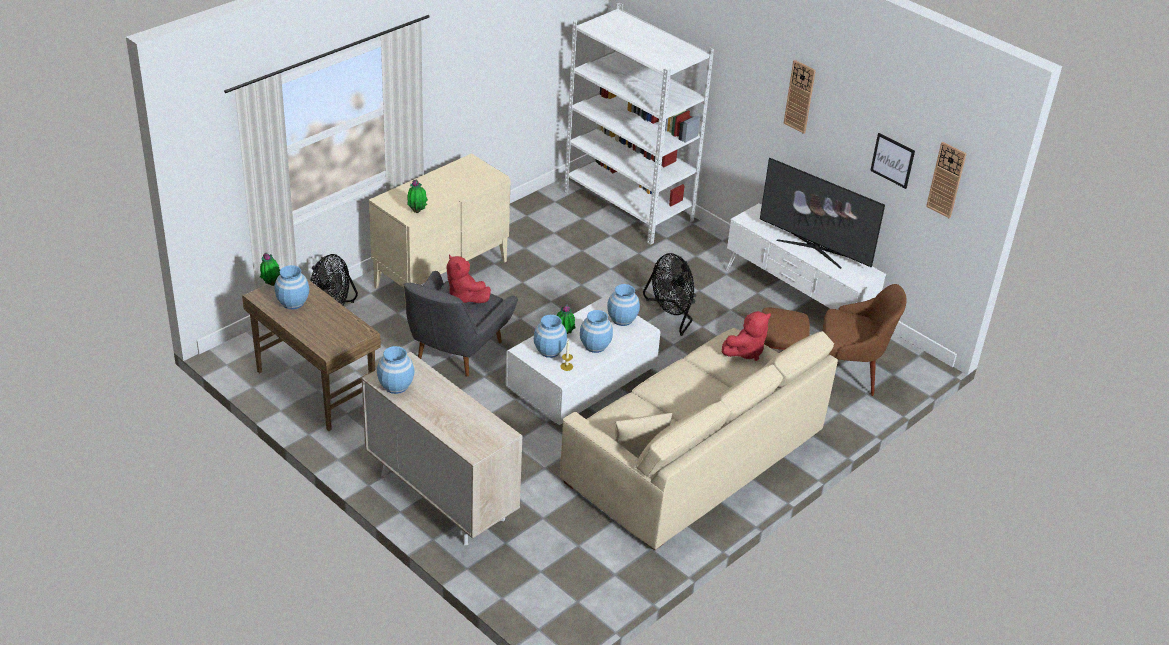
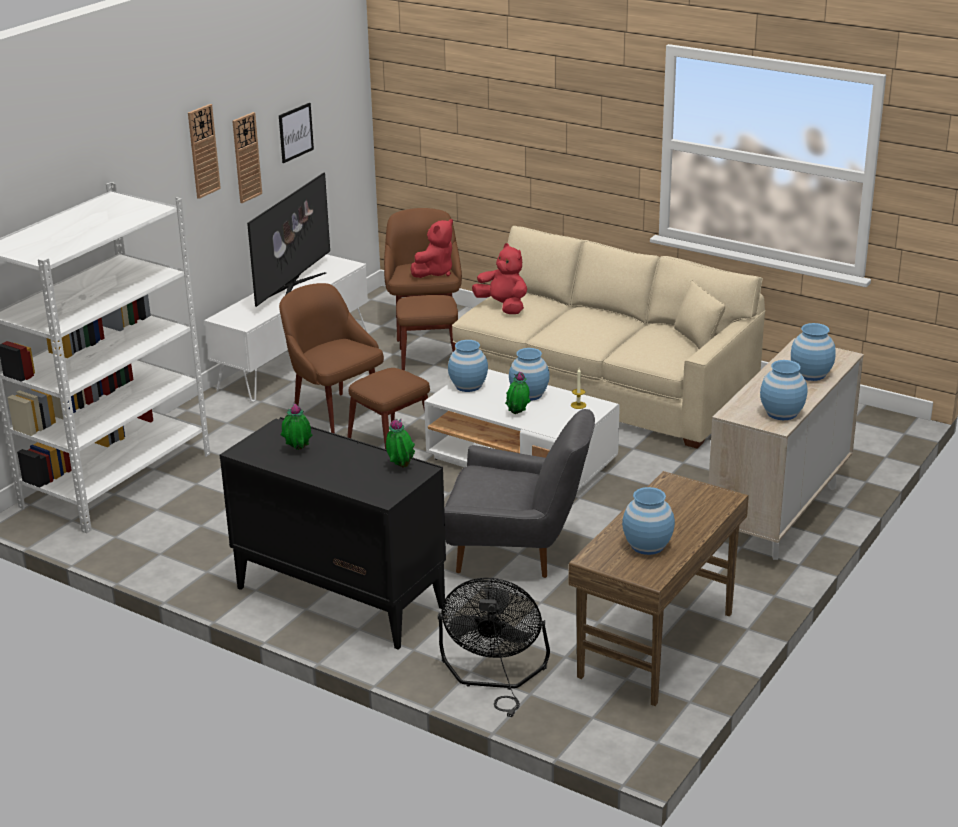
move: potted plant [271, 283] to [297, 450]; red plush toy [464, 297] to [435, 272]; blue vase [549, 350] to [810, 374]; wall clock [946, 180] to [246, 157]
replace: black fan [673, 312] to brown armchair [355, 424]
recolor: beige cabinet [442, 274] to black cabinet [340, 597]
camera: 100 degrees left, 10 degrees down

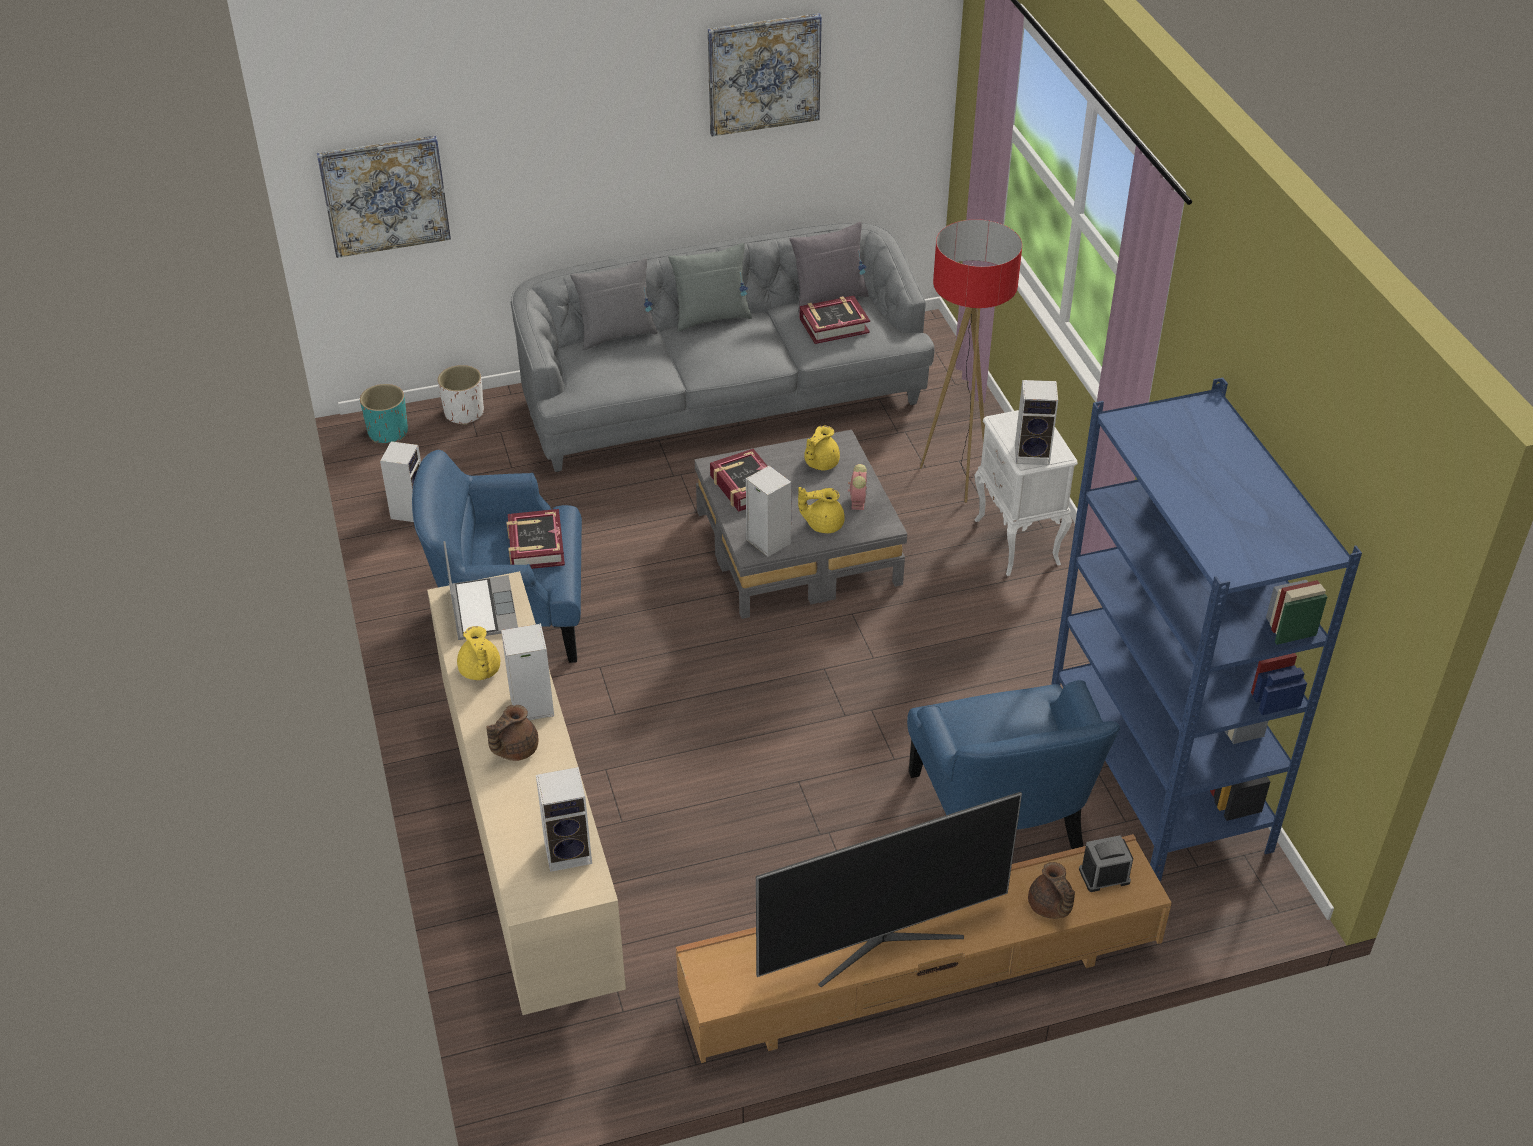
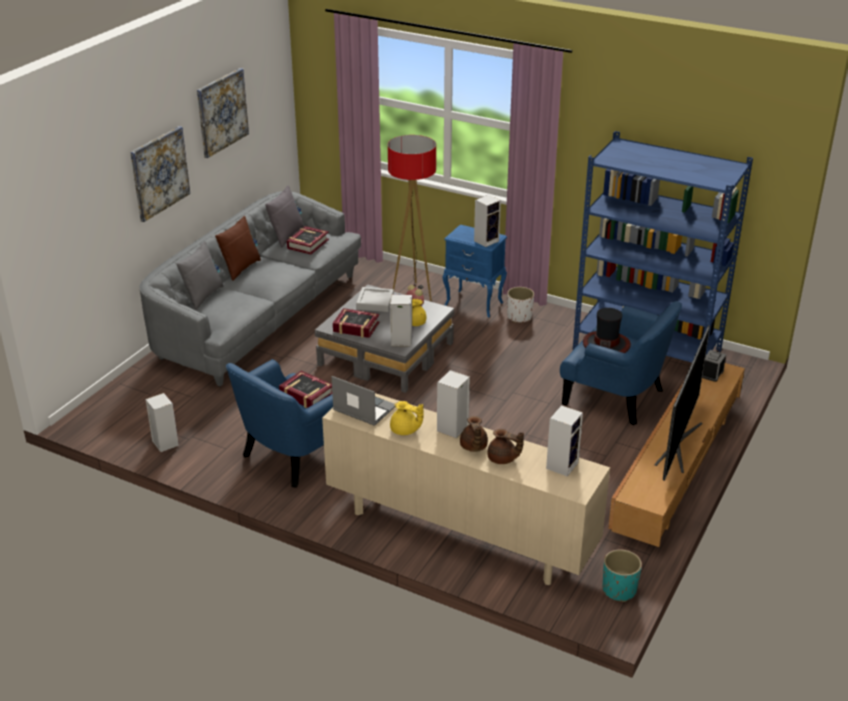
insert: hat [606, 344]
move: picture [385, 195] to [159, 173]; turquoise planter [388, 432] to [619, 589]; white planter [464, 413] to [519, 317]; brown teapot [1050, 907] to [503, 459]
replace: yellow teapot [820, 463] to grey tray [375, 302]
recolor: grey pillow [711, 319] to brown pillow [240, 269]; white nightstand [1017, 542] to blue nightstand [474, 304]
camera: 45 degrees left, 10 degrees down

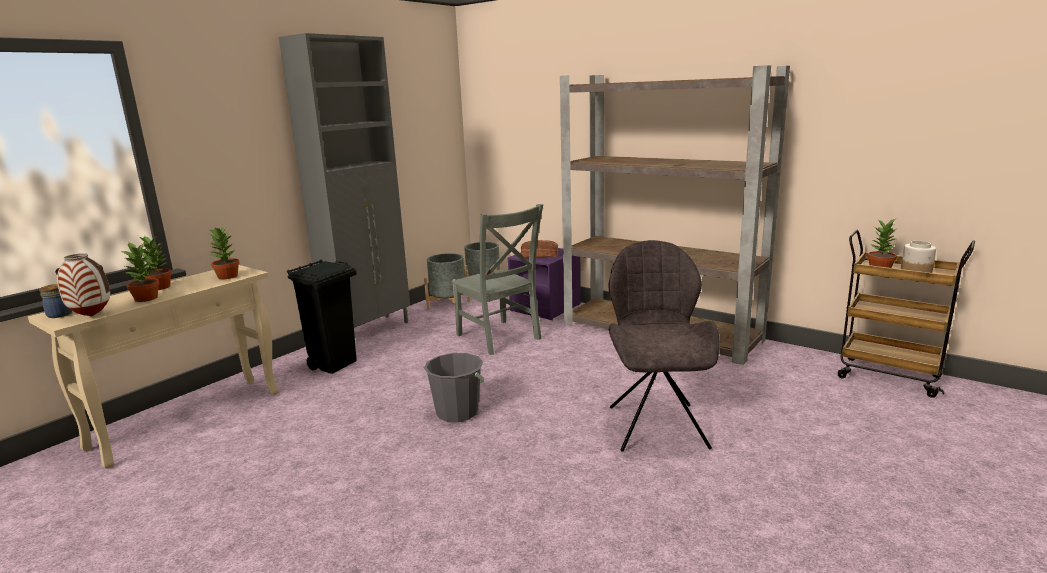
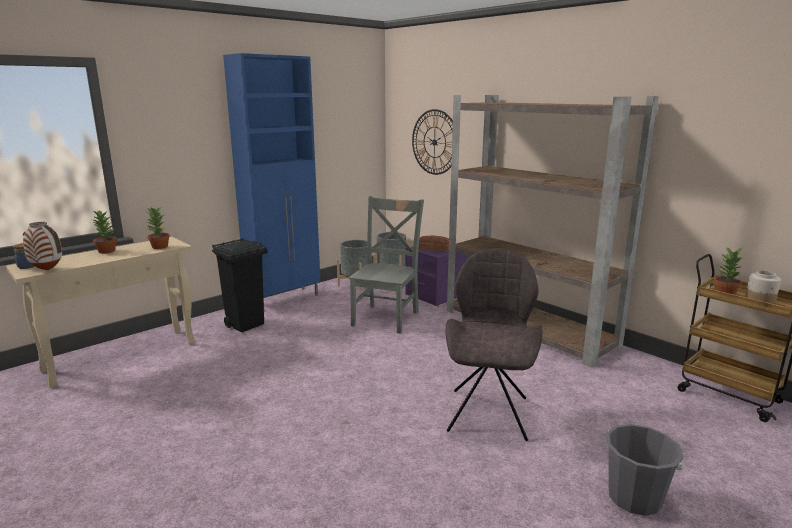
delete: potted plant [146, 298]
insert: wall clock [434, 142]
move: grey bucket [457, 412] to [634, 498]
recolor: grey cabinet [370, 331] to blue cabinet [285, 299]
rotate: grey chair [499, 338] = [387, 317] 135 degrees counterclockwise
camera: 10 degrees right, 0 degrees up

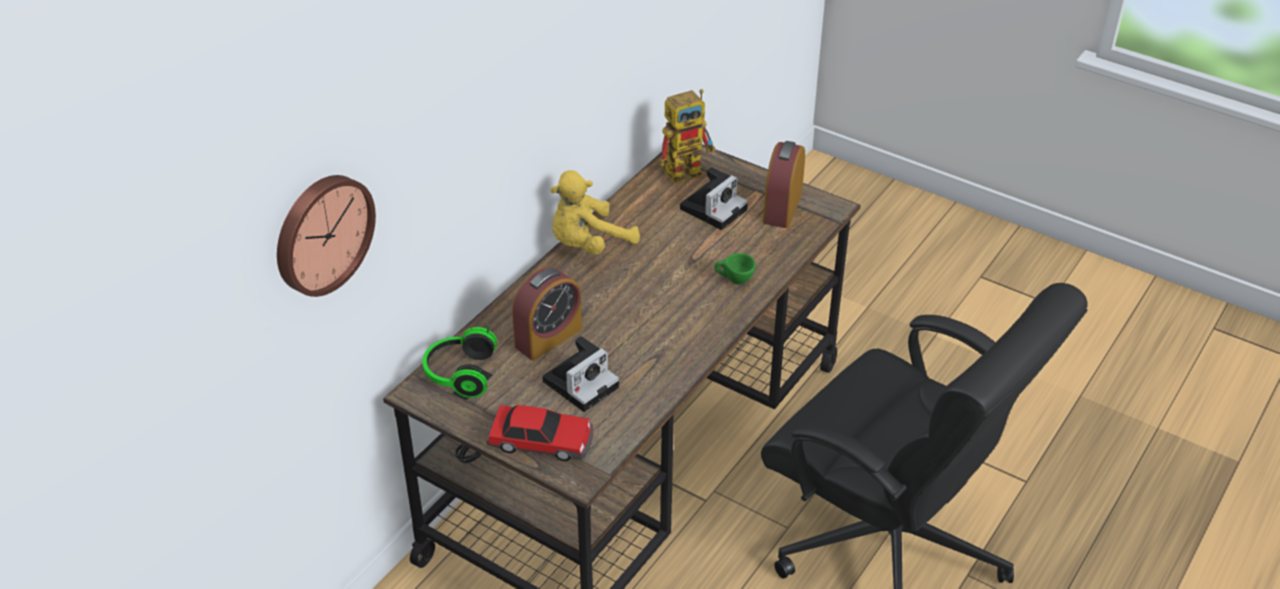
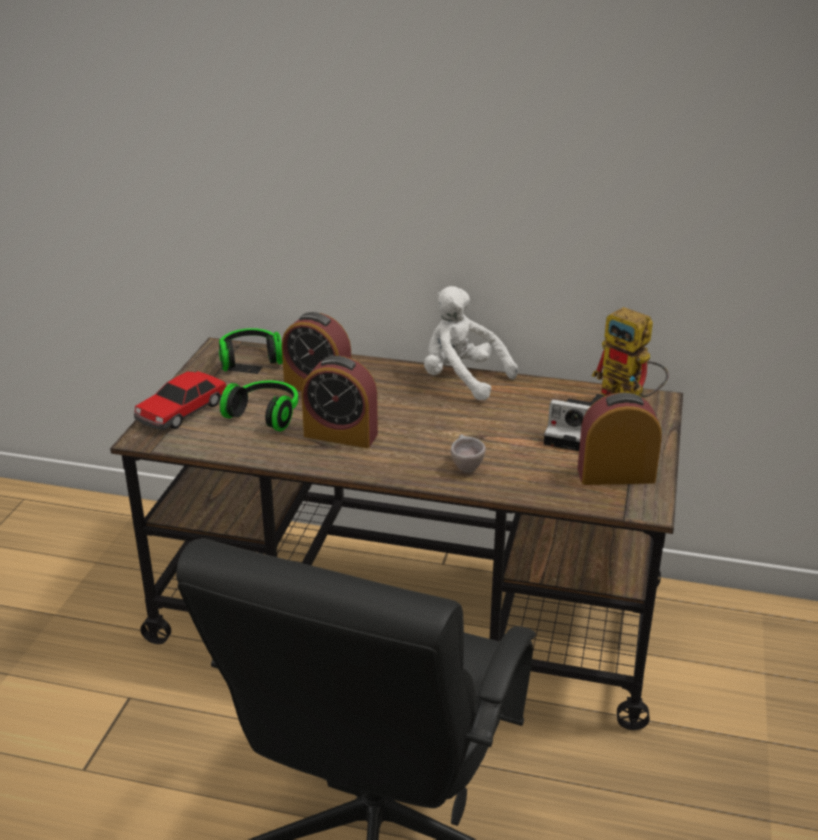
delete: wall clock [321, 233]
insert: alarm clock [340, 435]
replace: photo camera [582, 382] to headphones [266, 414]
recolor: yellow plush toy [588, 244] to white plush toy [462, 379]; green cup [734, 281] to beige cup [465, 466]
rotate: toy car [542, 441] = [181, 411] 45 degrees clockwise
camera: 70 degrees right, 10 degrees down

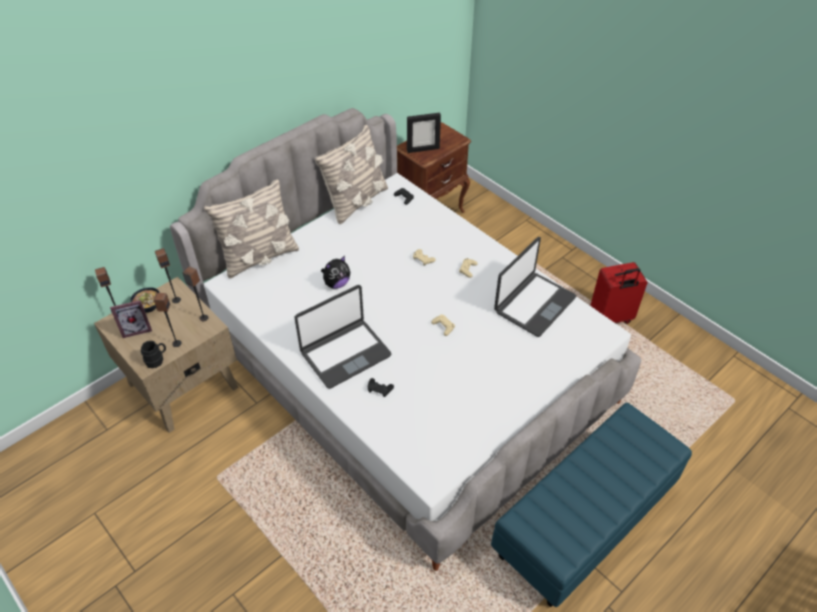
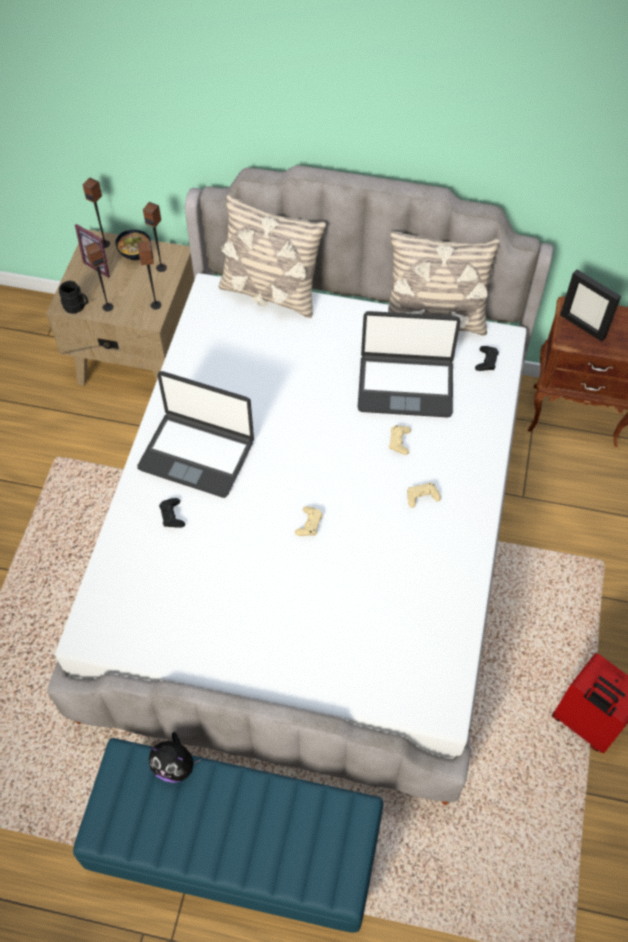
move: plush toy [336, 283] to [175, 765]; laptop [534, 304] to [405, 385]
camera: 55 degrees right, 10 degrees up

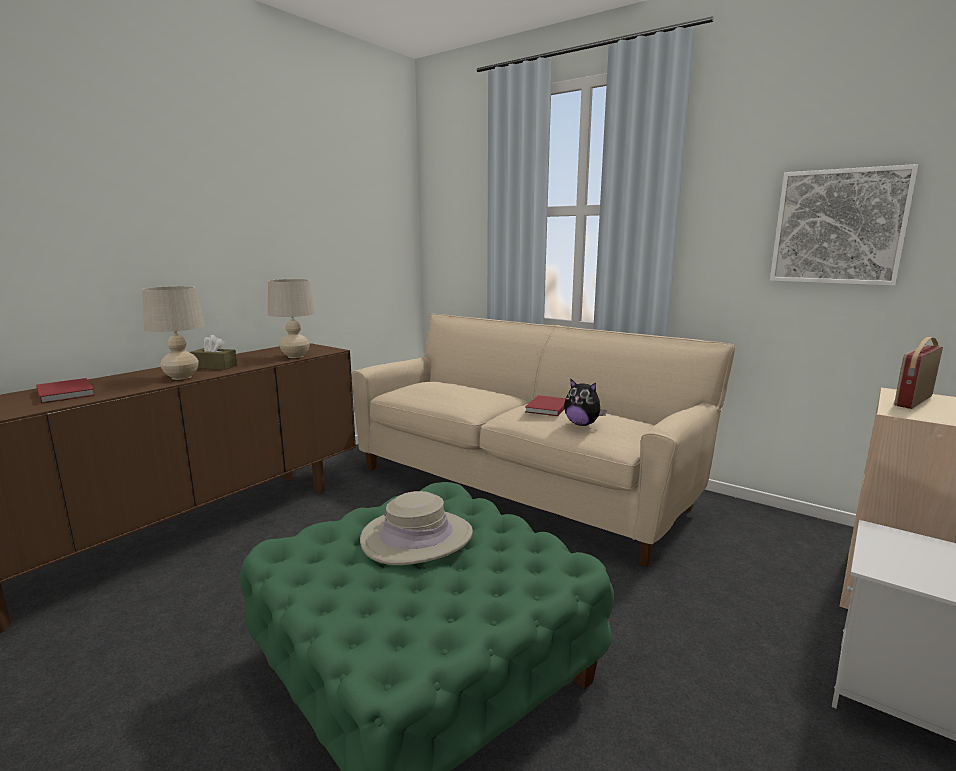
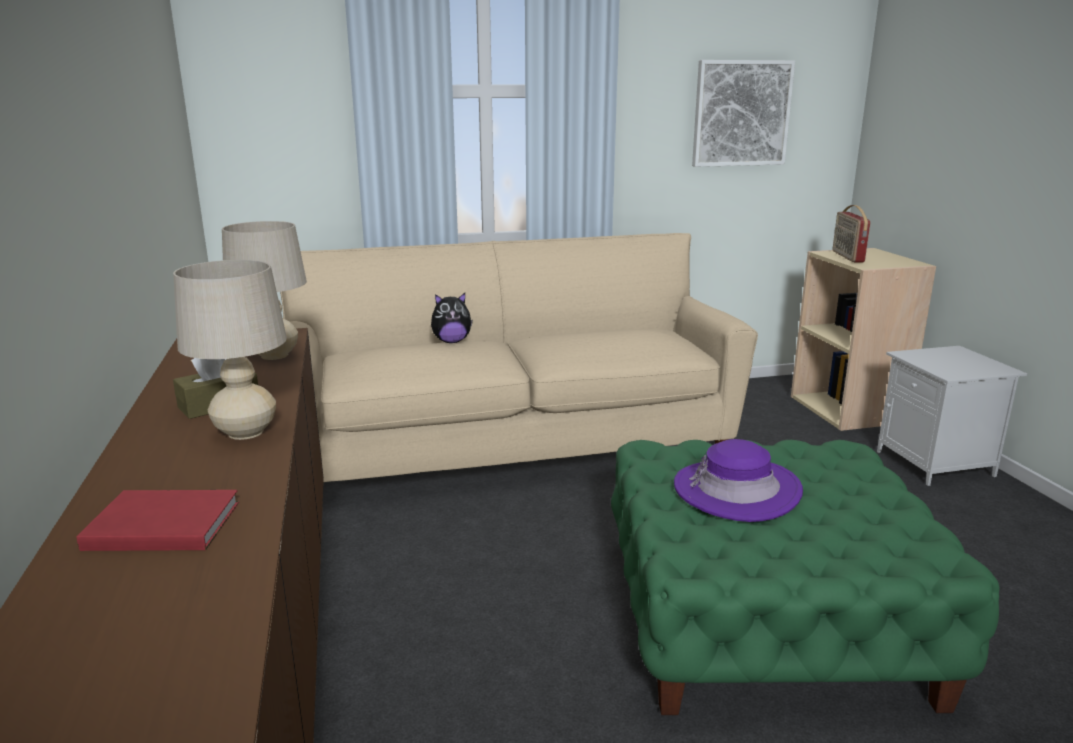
delete: red book [546, 408]
move: plush toy [582, 424] to [451, 341]
recolor: beige hat [417, 537] to purple hat [737, 490]
camera: 50 degrees left, 5 degrees up

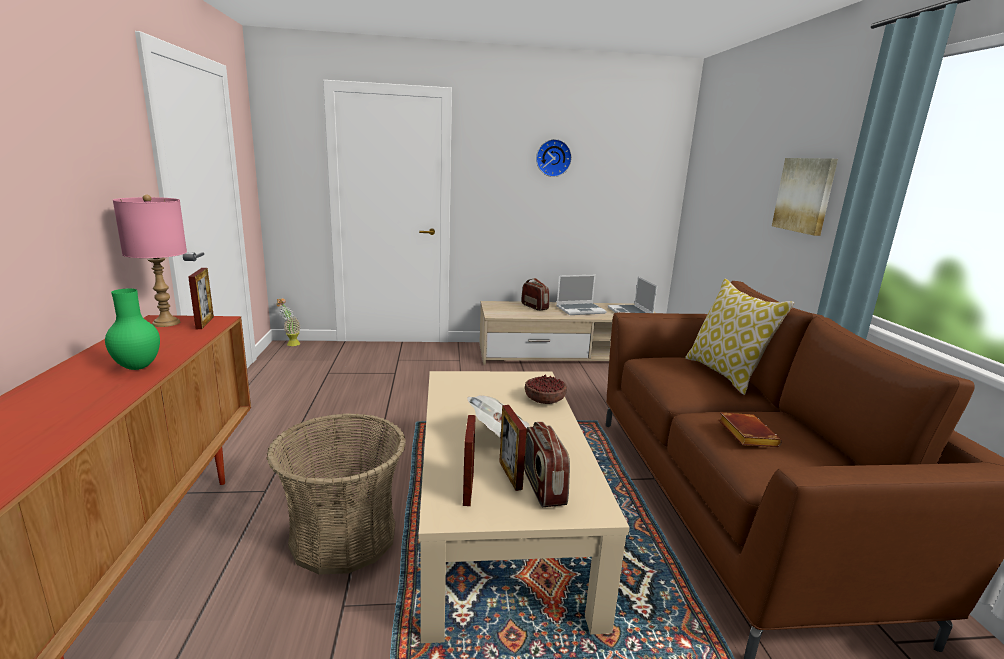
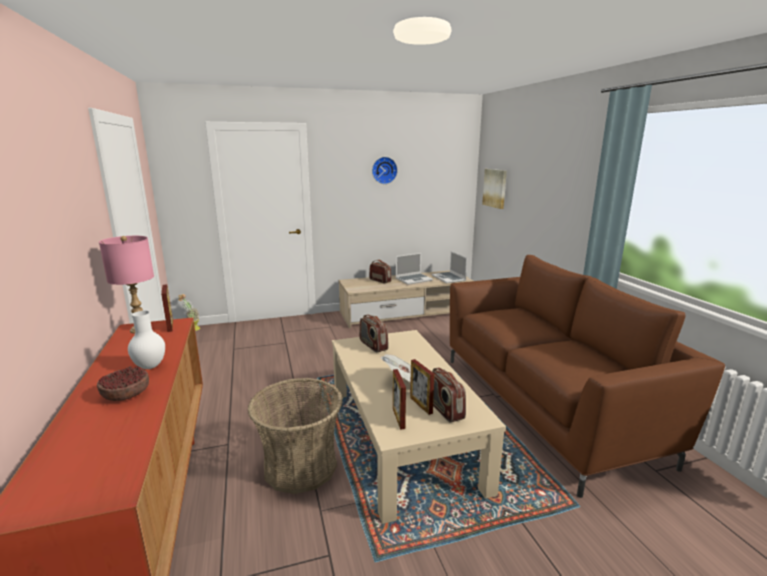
delete: pillow [725, 374]; brown book [745, 434]
insert: radio [373, 345]
move: bowl [545, 399] to [126, 394]; picture [805, 195] to [495, 188]
recolor: green vase [138, 367] to white vase [150, 366]
camera: 10 degrees left, 0 degrees up

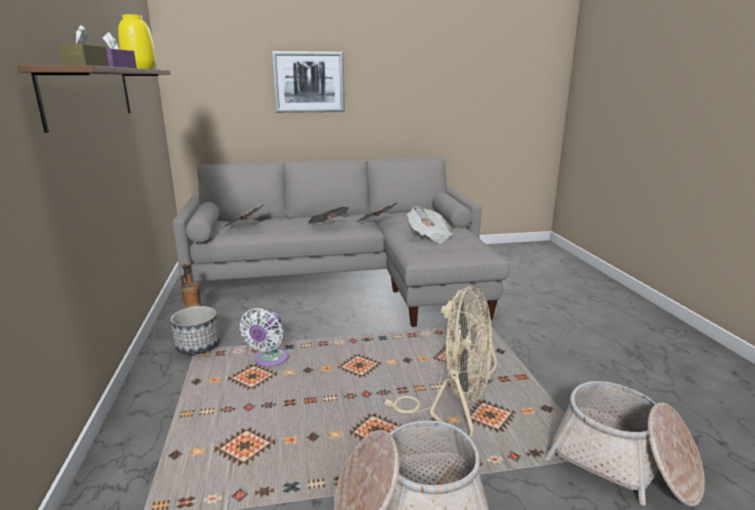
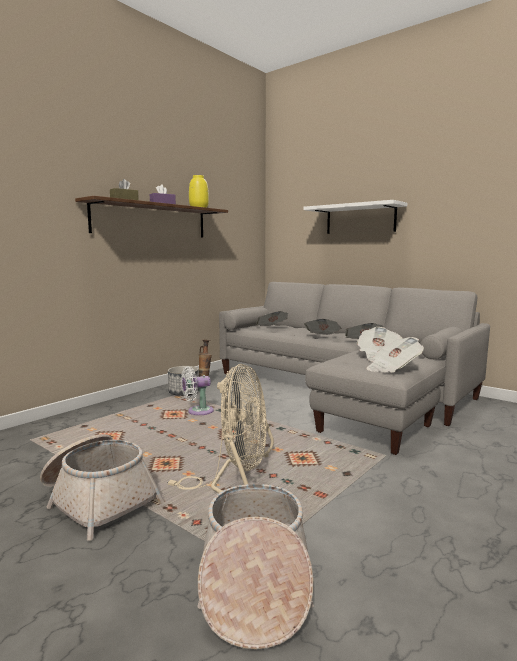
insert: newspaper [393, 369]
replace: picture [309, 82] to white shelf [360, 219]
rotate: beige fan [453, 404] = [233, 479] 60 degrees counterclockwise
camera: 50 degrees right, 10 degrees down

